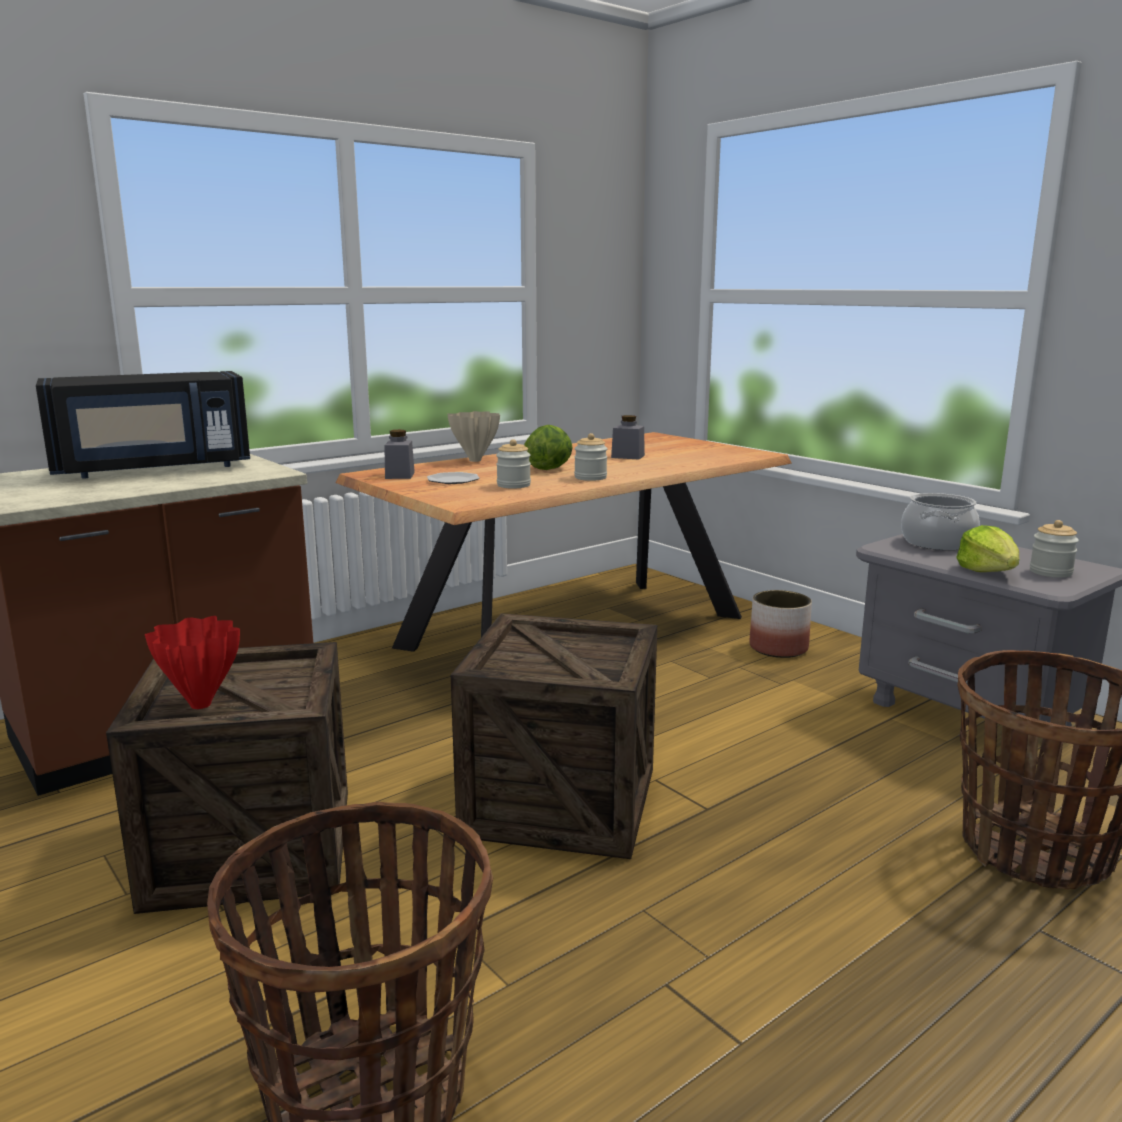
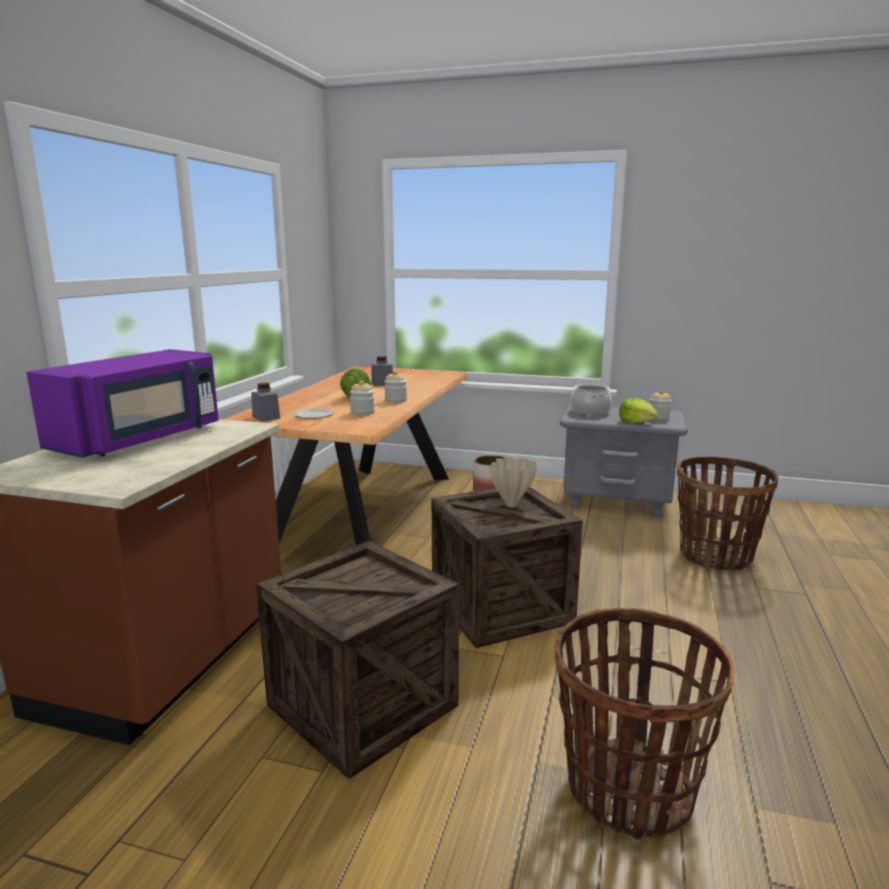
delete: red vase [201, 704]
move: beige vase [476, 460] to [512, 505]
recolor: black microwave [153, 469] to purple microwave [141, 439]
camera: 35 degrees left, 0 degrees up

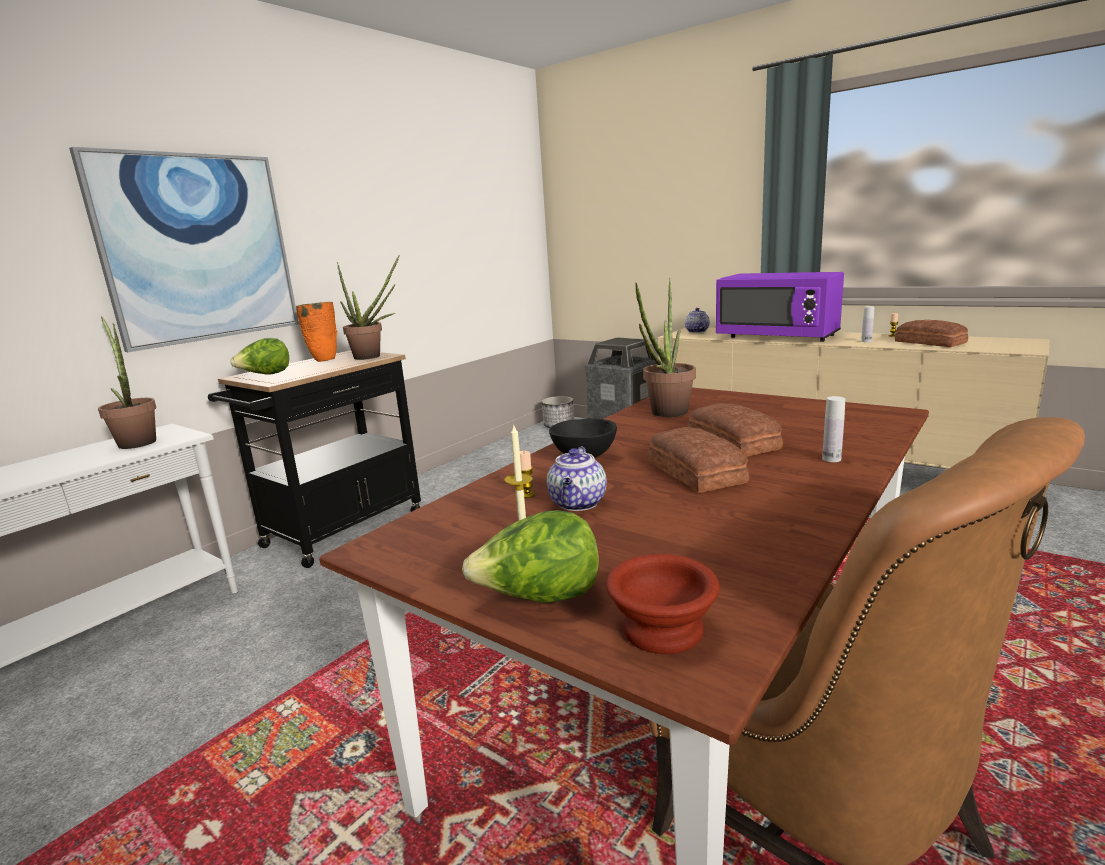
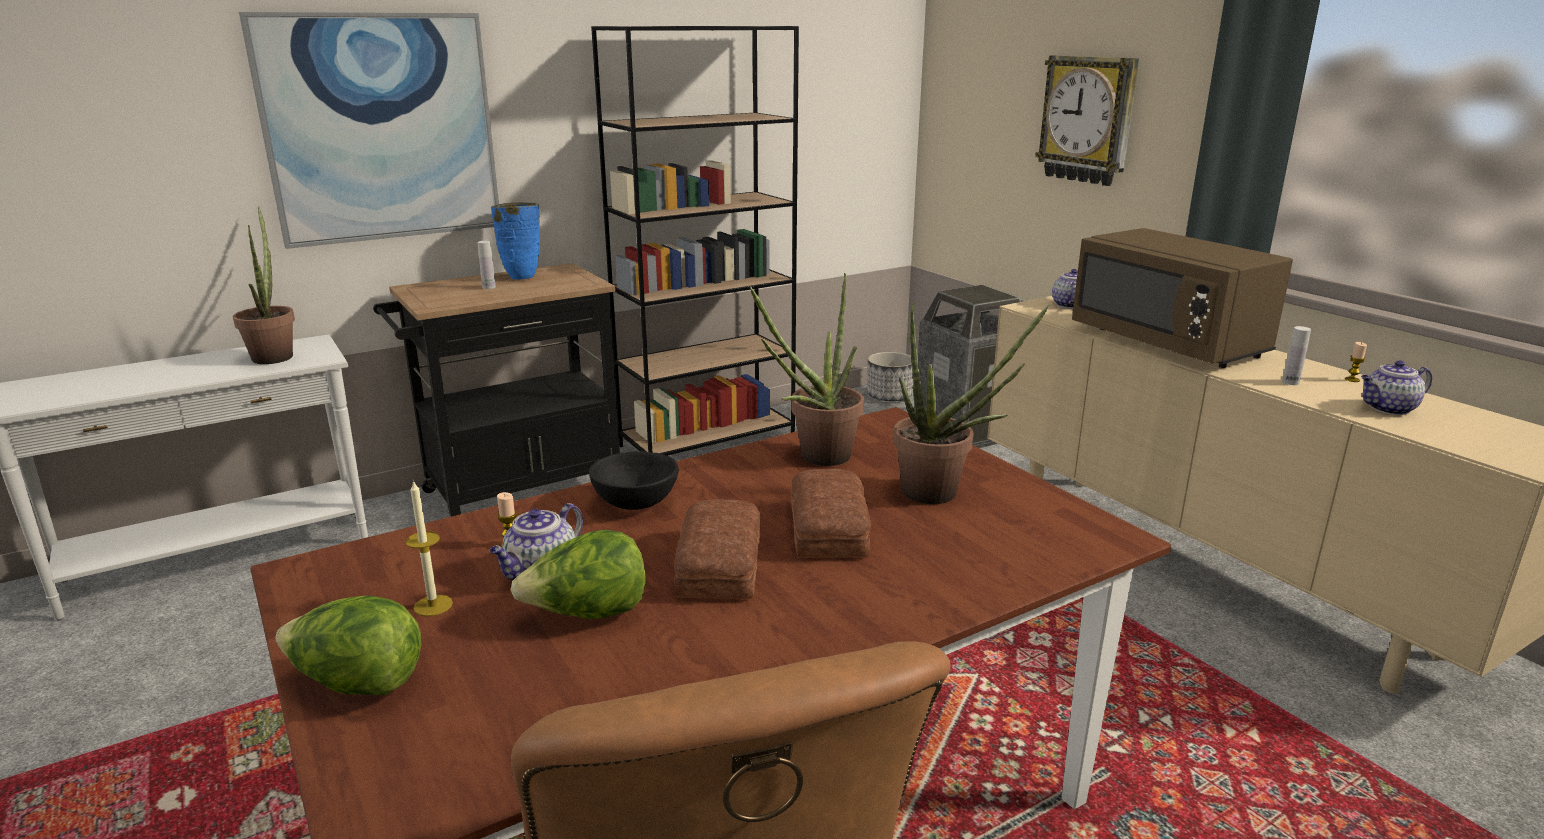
delete: brown bowl [665, 631]
insert: beige bookcase [708, 441]; wall clock [1088, 119]
move: lettuce [266, 375] to [588, 615]; potted plant [373, 356] to [942, 493]; white bottle [831, 459] to [489, 287]
replace: bread [930, 342] to teapot [1388, 409]
recolor: orange vase [324, 360] to blue vase [522, 277]; purple microwave [777, 337] to brown microwave [1168, 343]
camera: 20 degrees right, 5 degrees up

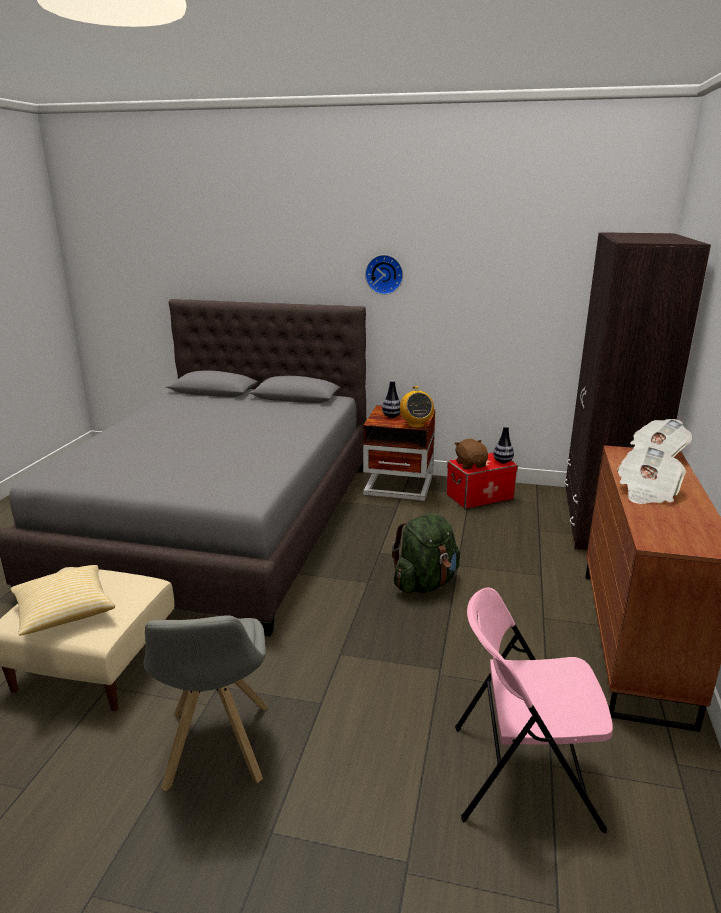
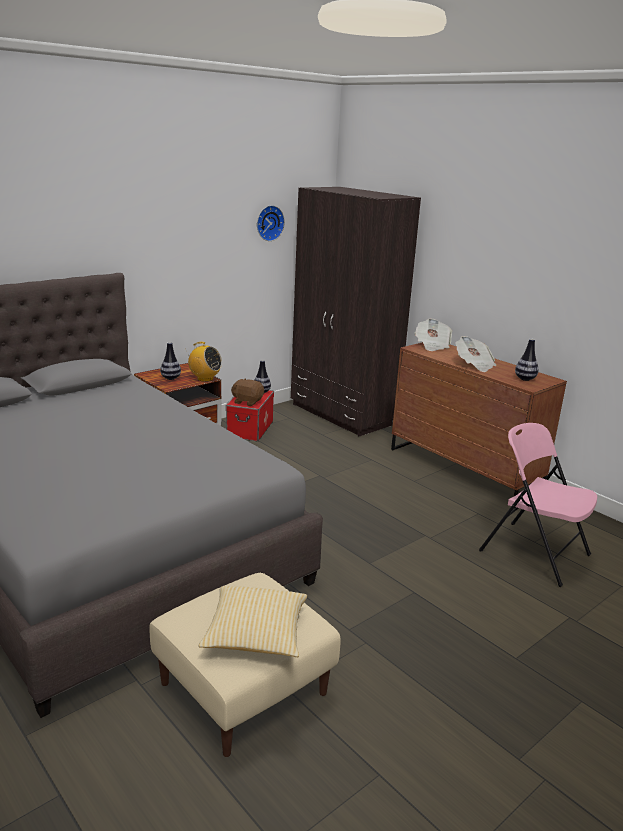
delete: grey chair [216, 746]; green backpack [425, 583]
insert: vase [525, 379]
move: wall clock [384, 274] to [269, 223]
rotate: pink chair [523, 774] = [535, 552] 90 degrees clockwise
camera: 55 degrees left, 0 degrees up

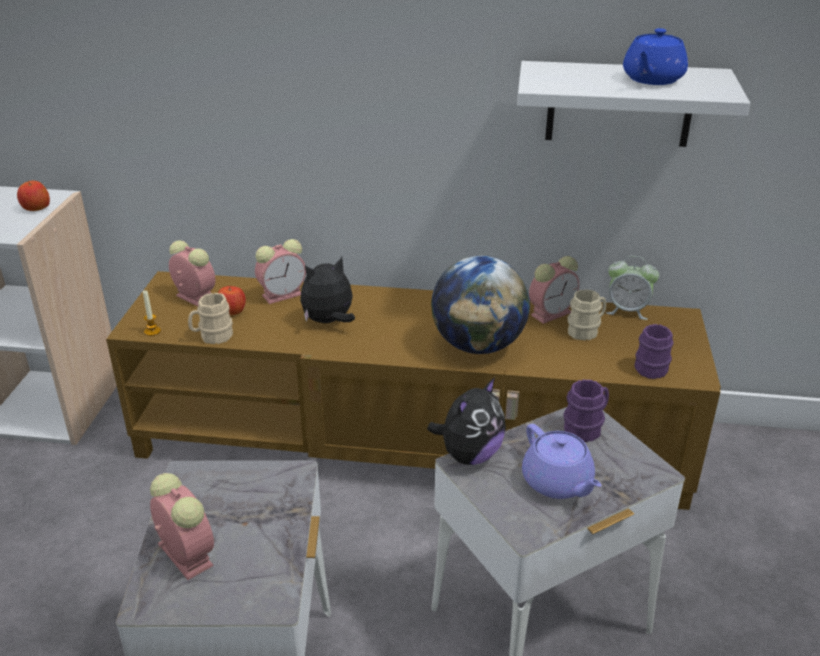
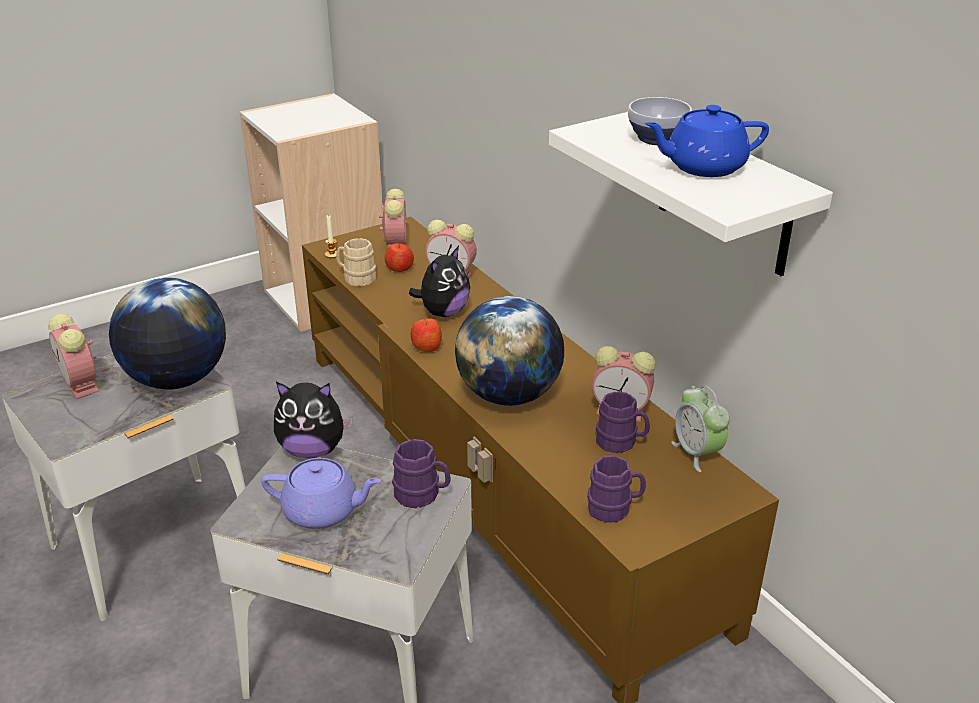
insert: globe [177, 379]; bowl [655, 139]
move: apple [36, 208] to [426, 347]
recolor: beige mug [586, 330] to purple mug [621, 443]
rotate: alarm clock [185, 555] = [82, 385] 135 degrees clockwise; plush toy [329, 322] = [443, 312] 105 degrees clockwise; purple teapot [558, 483] = [323, 511] 105 degrees counterclockwise
camera: 50 degrees right, 0 degrees up

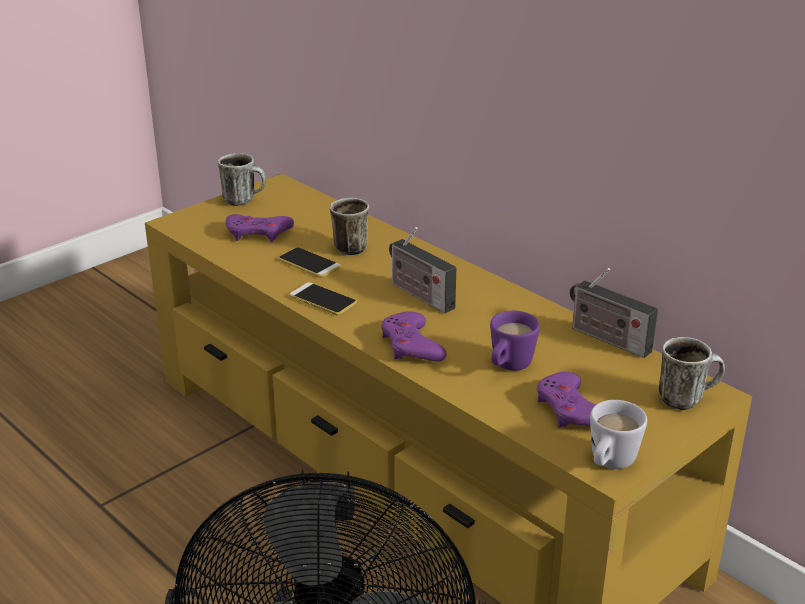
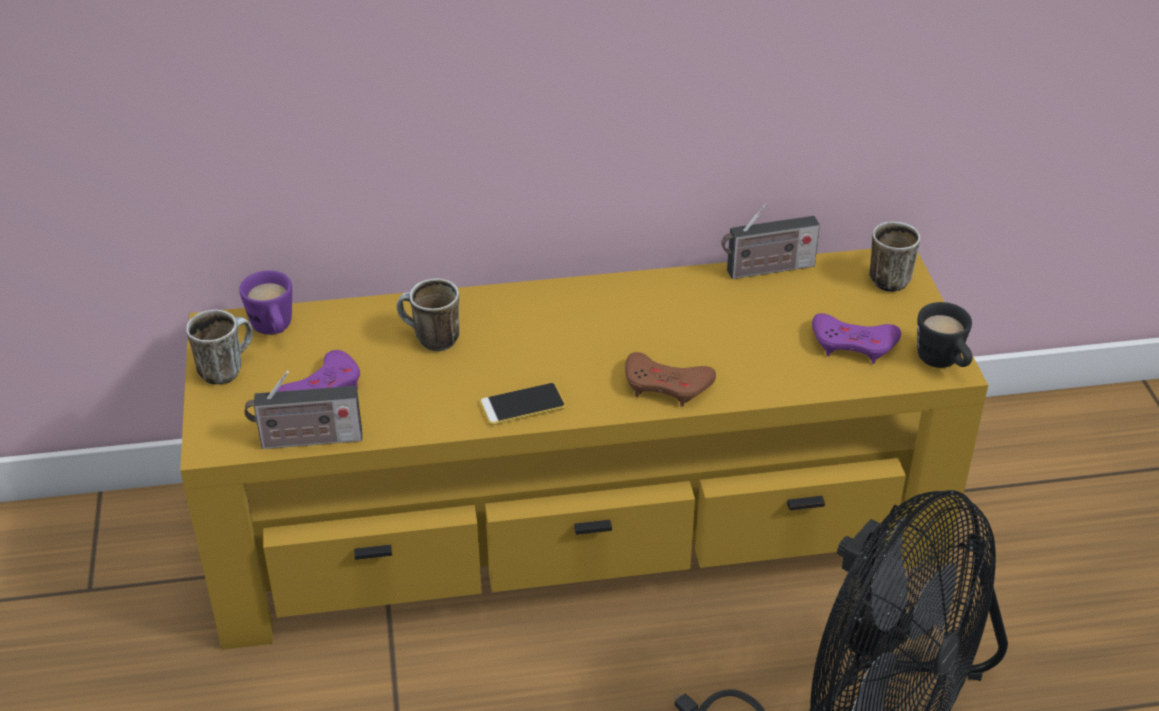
delete: phone [309, 263]
move: radio [419, 295] to [306, 440]; purple mug [508, 367] to [274, 330]
recolor: purple game controller [411, 345] to brown game controller [666, 385]; white mug [609, 464] to black mug [943, 363]
camera: 55 degrees left, 10 degrees up

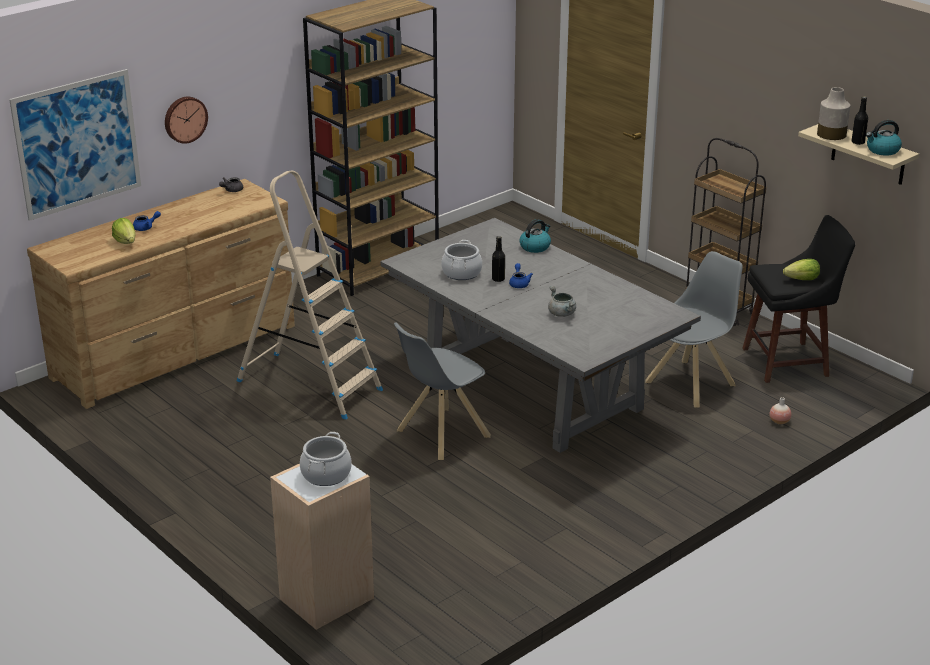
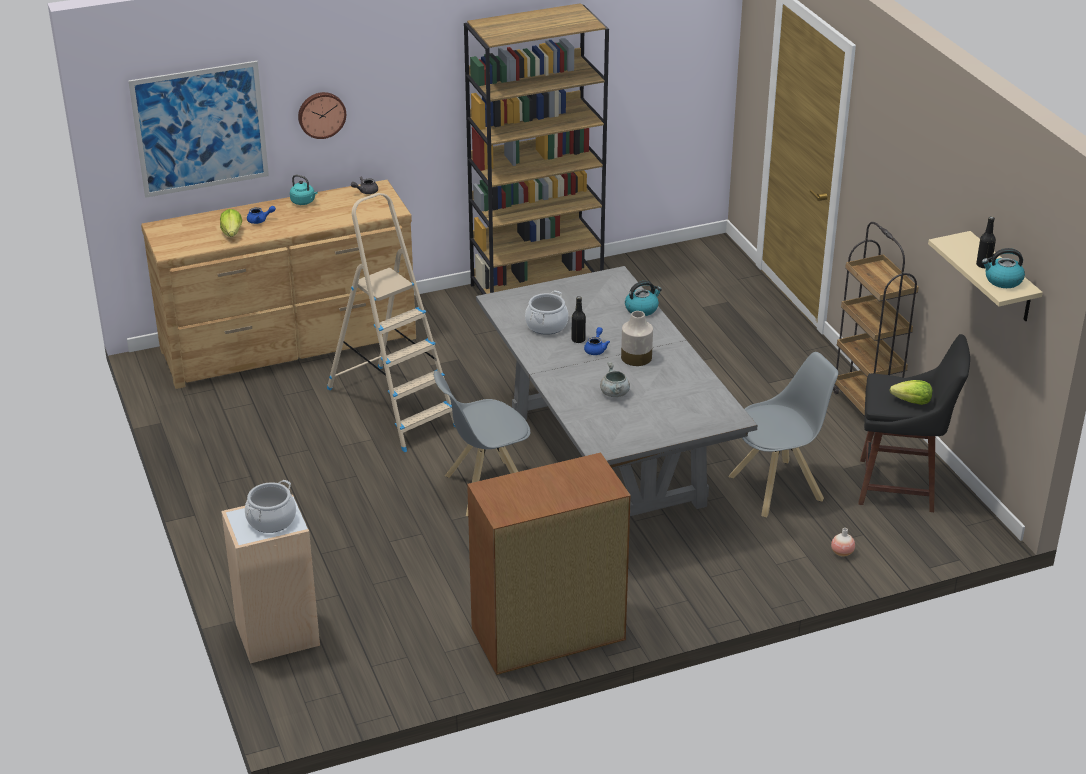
insert: turquoise kettle [304, 202]; brown cabinet [547, 634]
move: beige vase [832, 134] to [636, 357]
camera: 20 degrees right, 5 degrees up

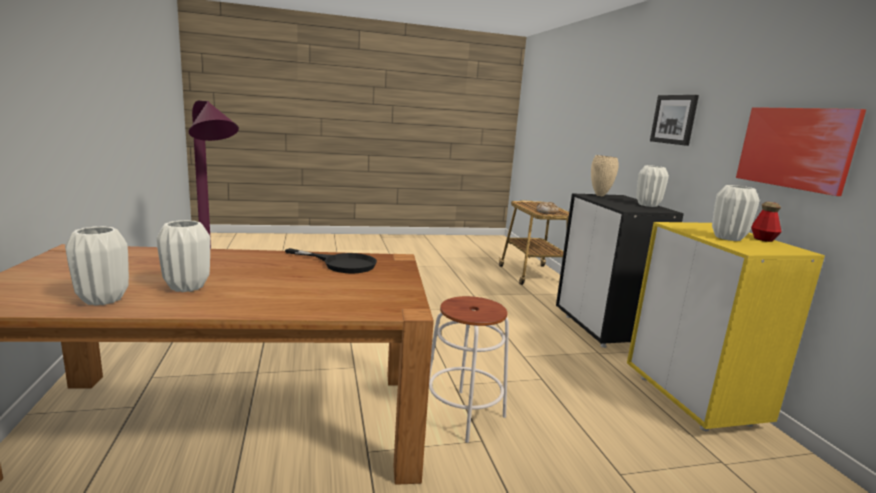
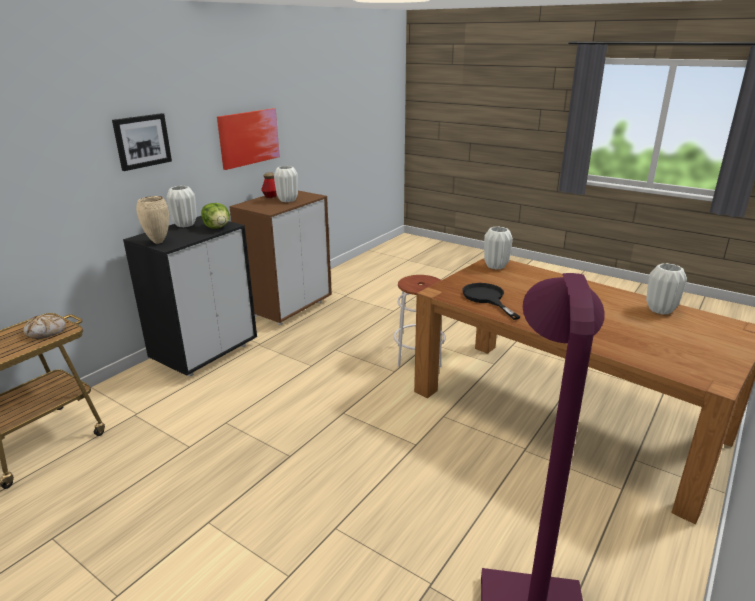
insert: lettuce [217, 227]
move: white vase [187, 287] to [495, 266]
recolor: yellow cabinet [693, 400] to brown cabinet [288, 308]
camera: 130 degrees left, 10 degrees up

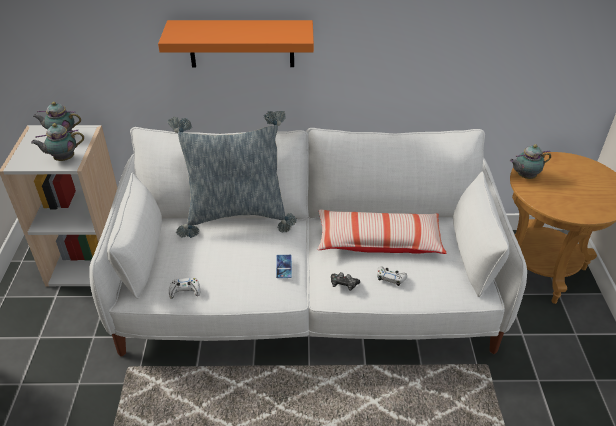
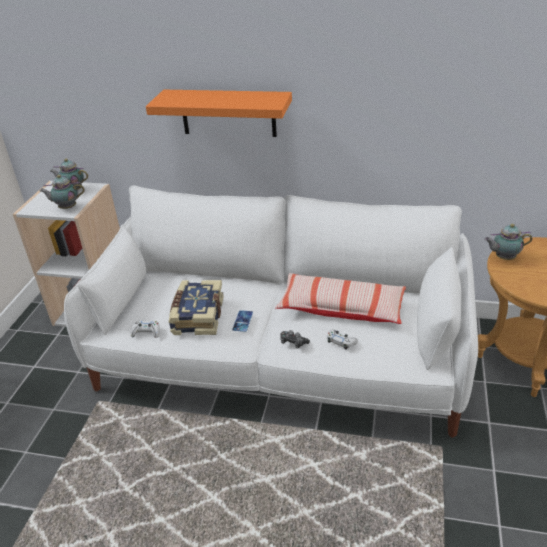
delete: pillow [236, 221]
insert: book [197, 316]
camera: 15 degrees right, 5 degrees down

